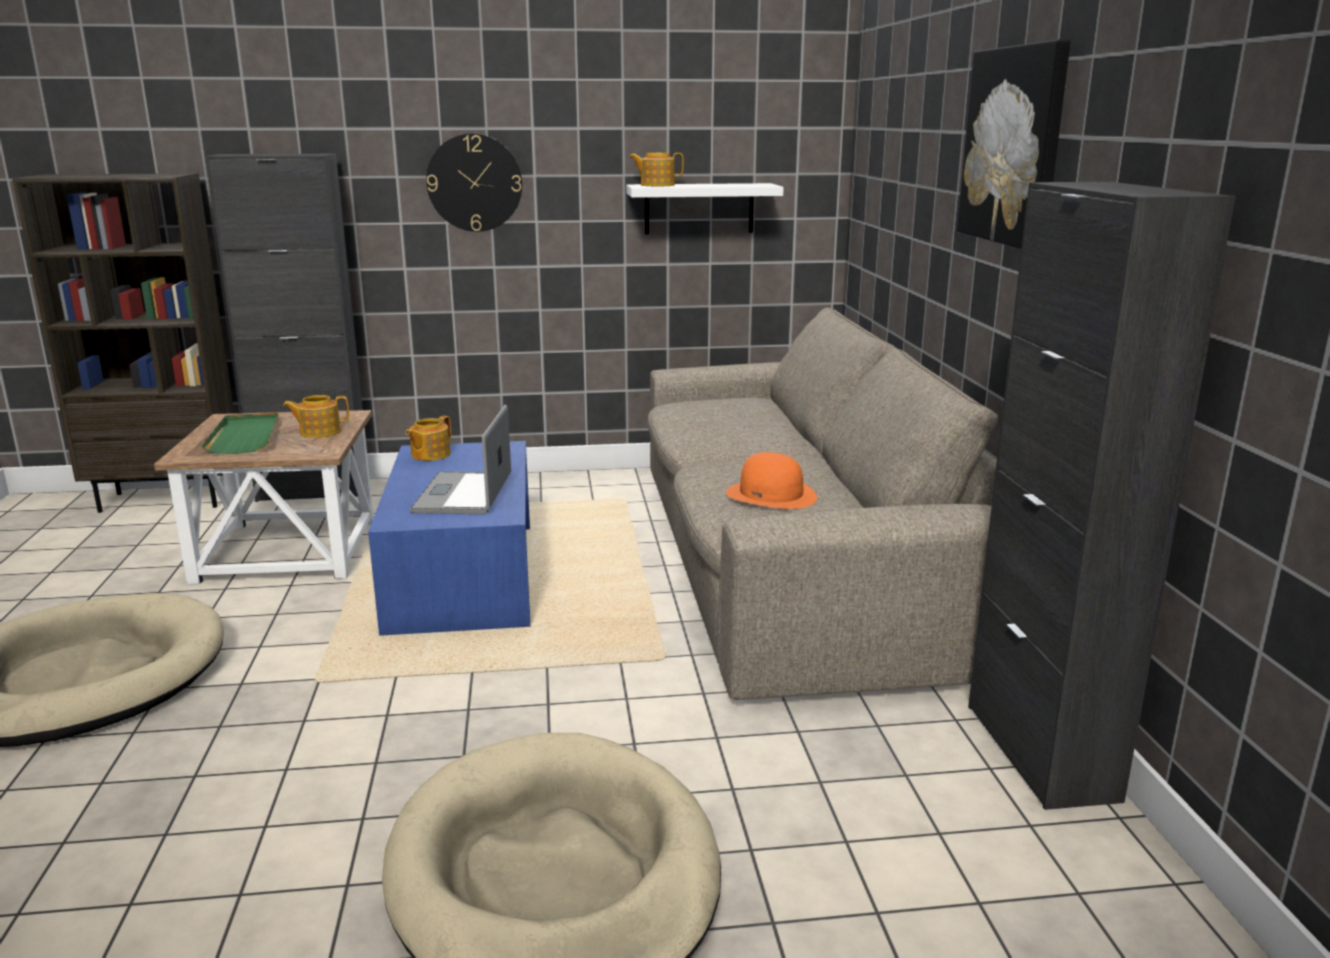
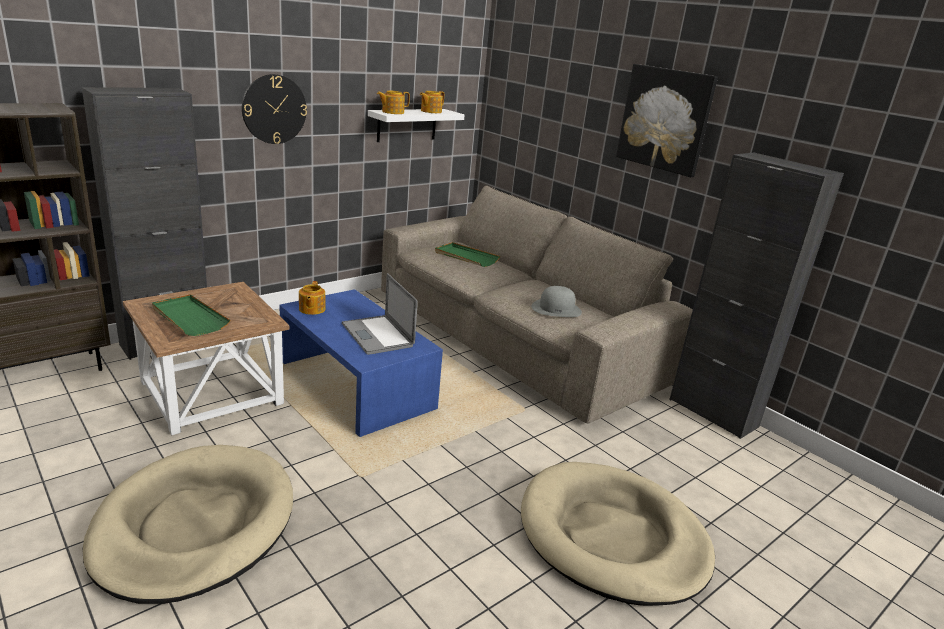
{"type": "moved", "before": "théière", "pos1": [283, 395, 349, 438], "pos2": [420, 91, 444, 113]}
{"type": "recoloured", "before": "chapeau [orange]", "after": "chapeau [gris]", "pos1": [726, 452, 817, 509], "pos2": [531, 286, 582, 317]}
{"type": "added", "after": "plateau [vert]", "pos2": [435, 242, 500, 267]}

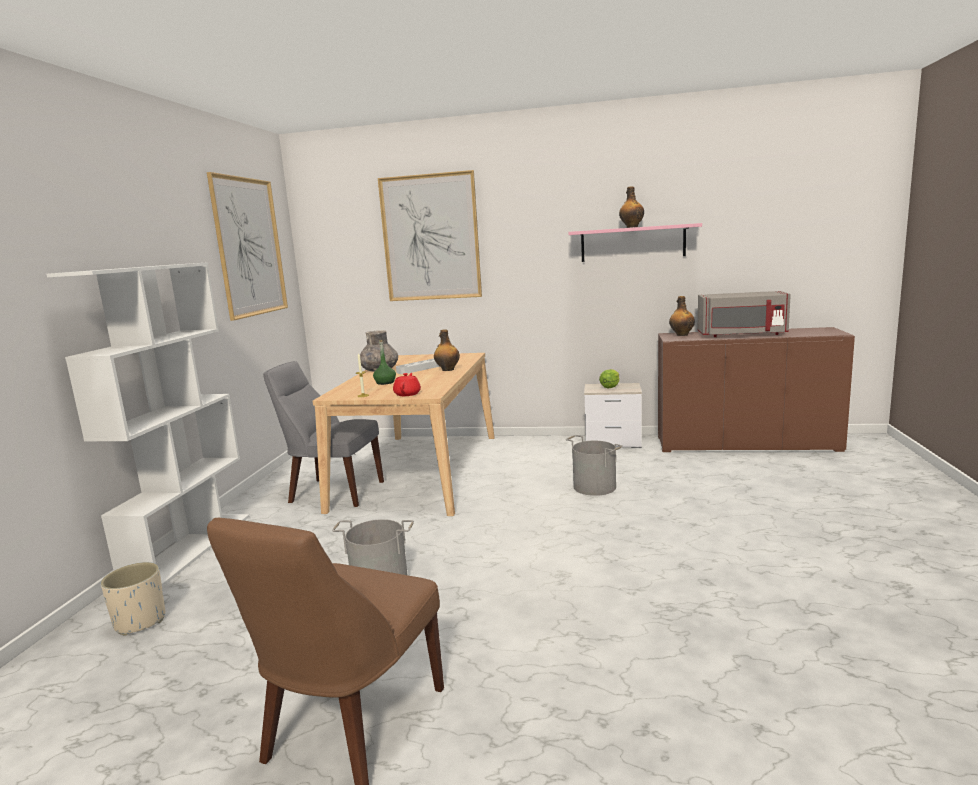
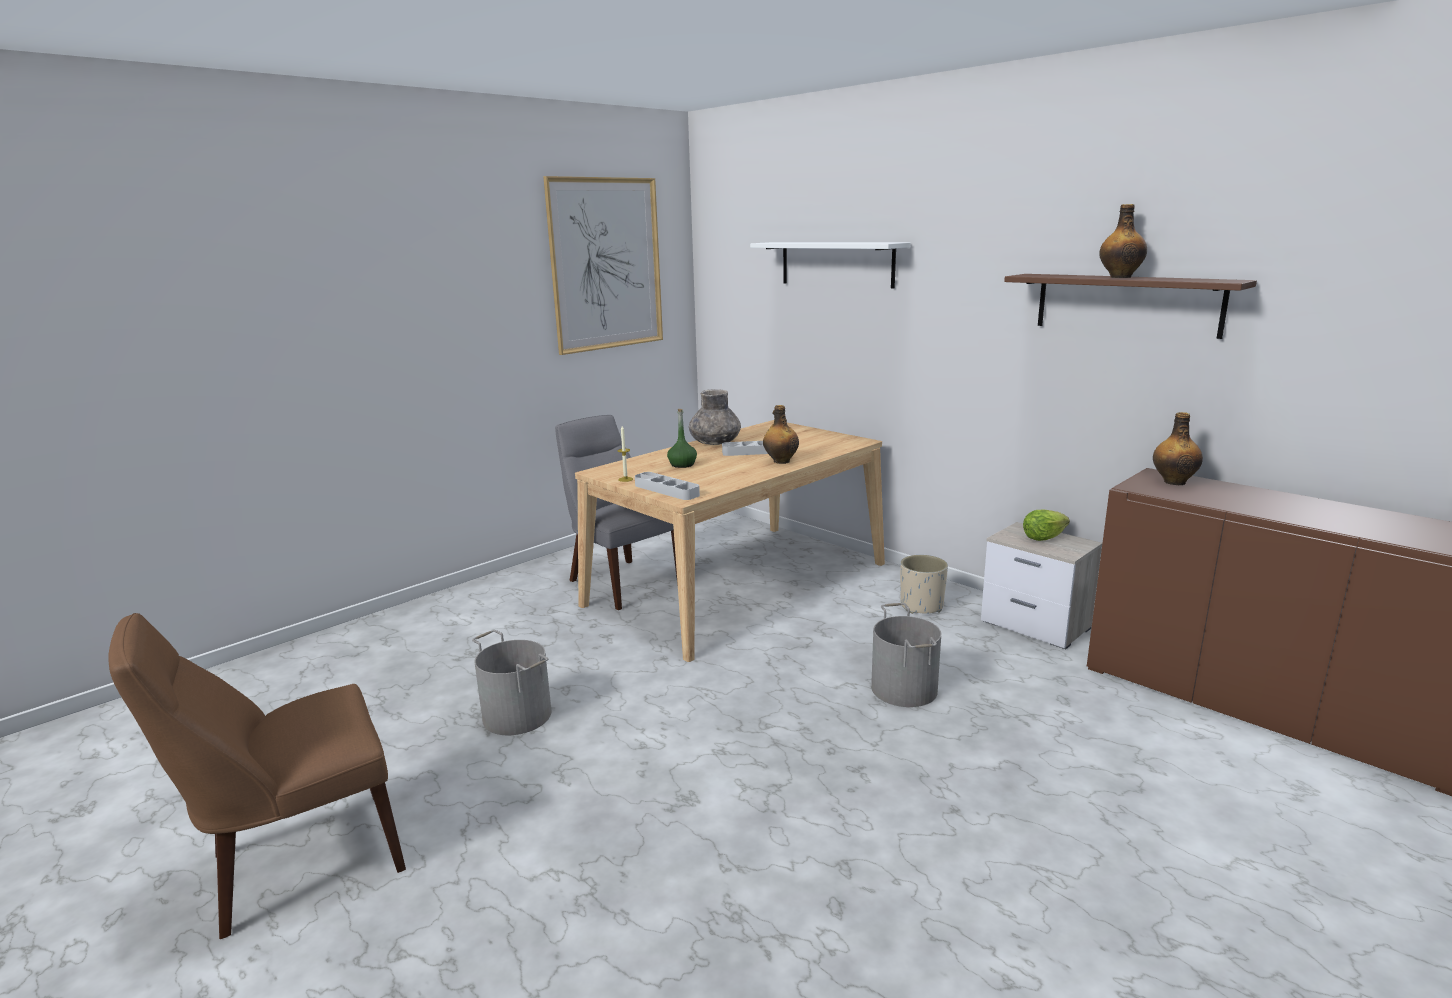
{"type": "removed", "before": "bibliothèque [blanc]", "pos1": [46, 262, 250, 587]}
{"type": "moved", "before": "cache-pot [beige]", "pos1": [101, 562, 165, 636], "pos2": [900, 555, 948, 614]}
{"type": "replaced", "before": "tableau", "after": "étagère [blanc]", "pos1": [378, 170, 482, 301], "pos2": [750, 242, 911, 288]}
{"type": "replaced", "before": "théière [rouge]", "after": "plateau [gris]", "pos1": [393, 373, 421, 396], "pos2": [635, 472, 700, 500]}
{"type": "recoloured", "before": "étagère [rose]", "after": "étagère [marron]", "pos1": [568, 223, 702, 262], "pos2": [1004, 274, 1257, 339]}
{"type": "removed", "before": "micro-ondes [gris]", "pos1": [698, 291, 791, 337]}

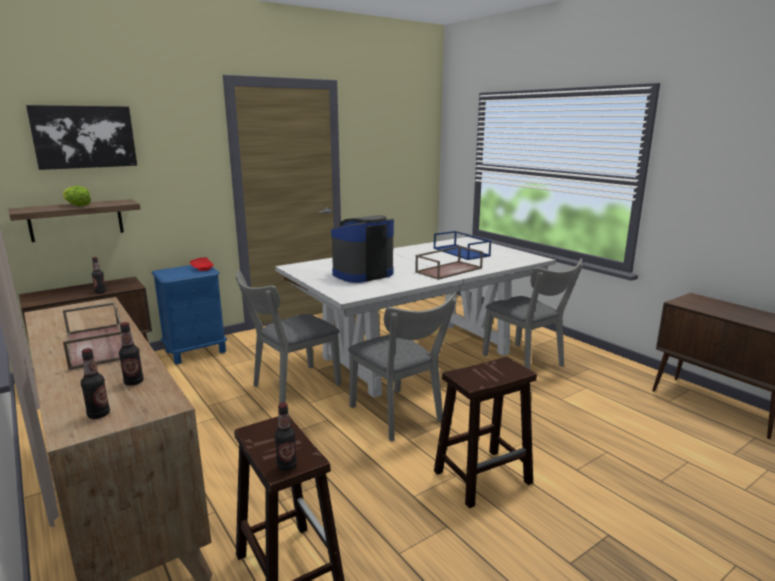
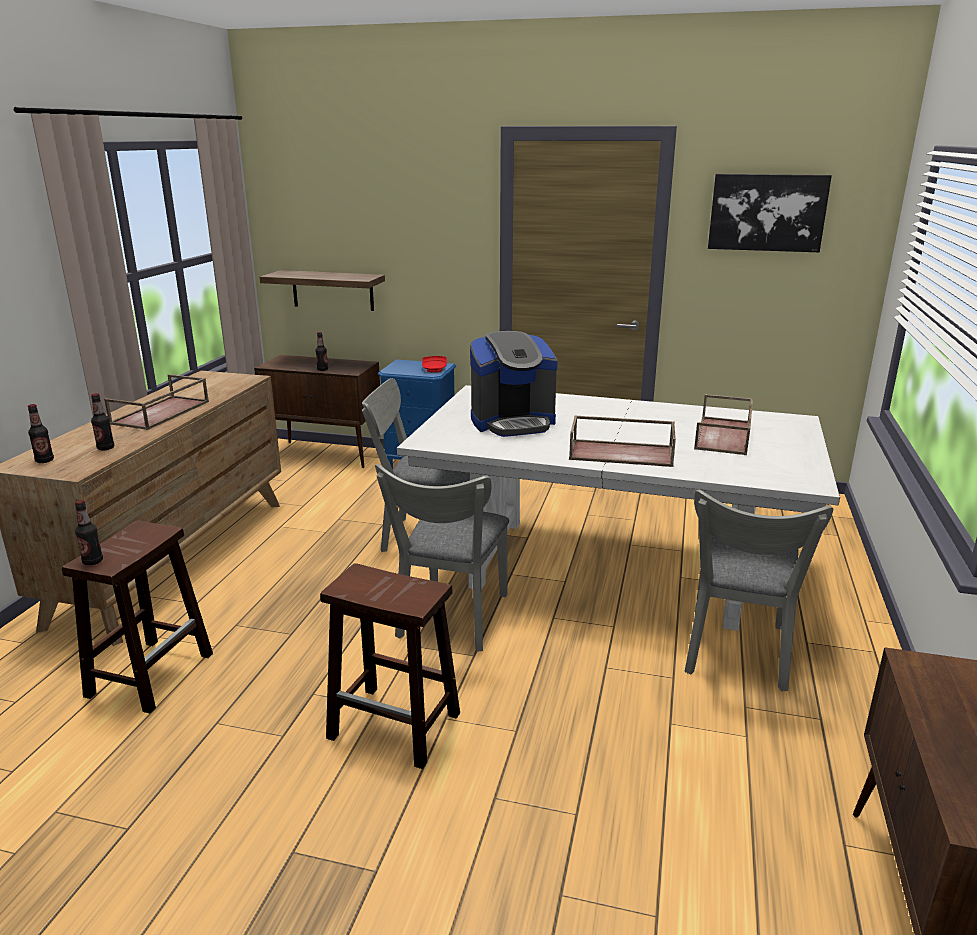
{"type": "moved", "before": "tableau", "pos1": [26, 105, 137, 170], "pos2": [708, 174, 832, 252]}
{"type": "removed", "before": "laitue", "pos1": [62, 186, 91, 206]}
{"type": "turned", "before": "machine à café", "pos1": [331, 215, 394, 283], "pos2": [470, 331, 558, 437], "turn": 150}
{"type": "recoloured", "before": "plateau [bleu]", "after": "plateau [marron]", "pos1": [433, 231, 492, 260], "pos2": [694, 394, 753, 455]}

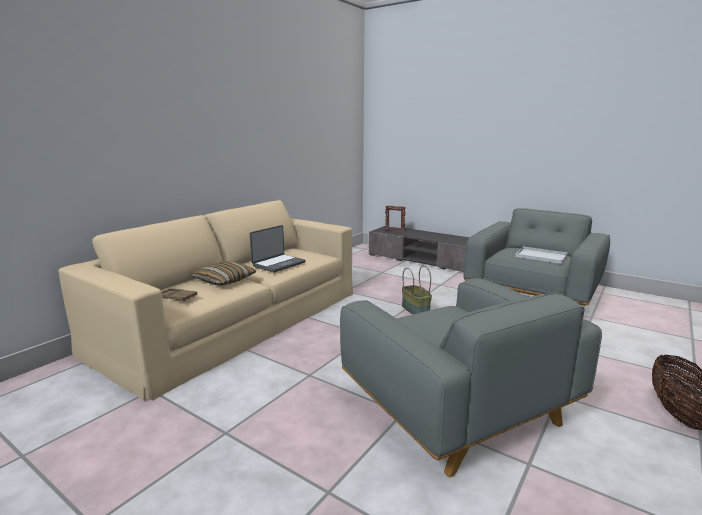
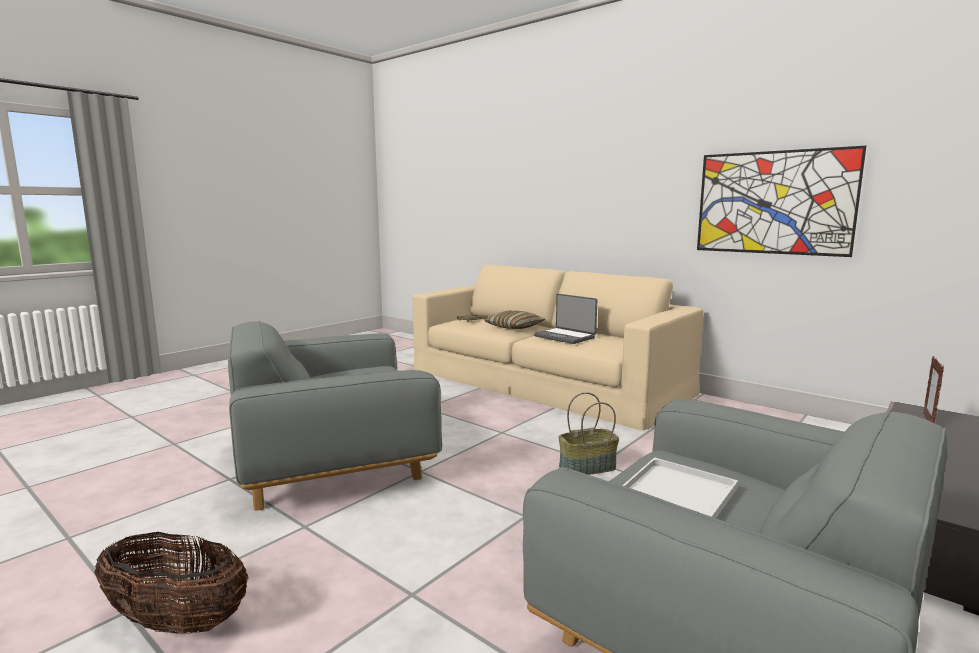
{"type": "added", "after": "tableau", "pos2": [697, 146, 866, 257]}

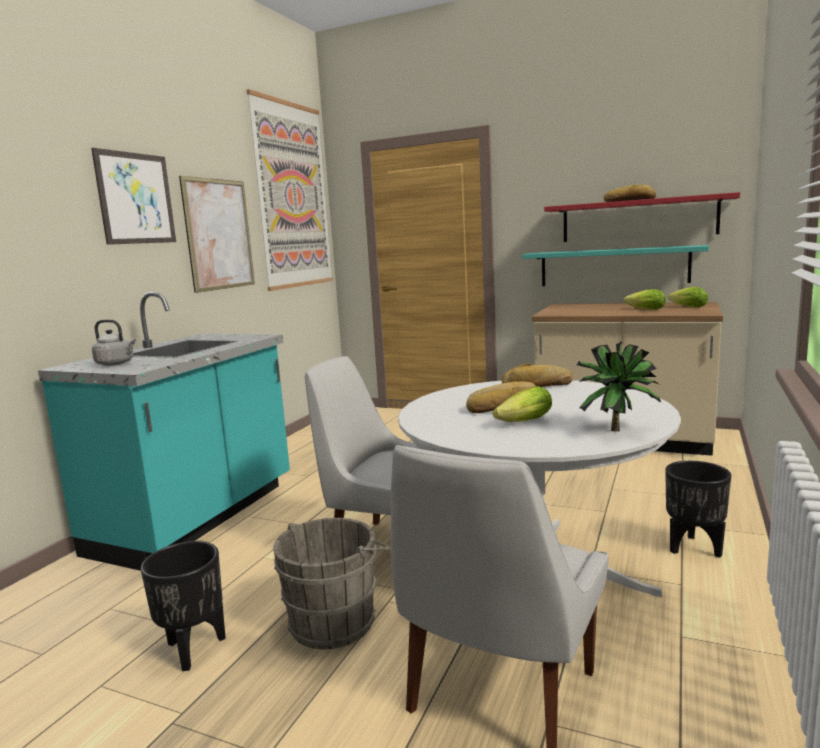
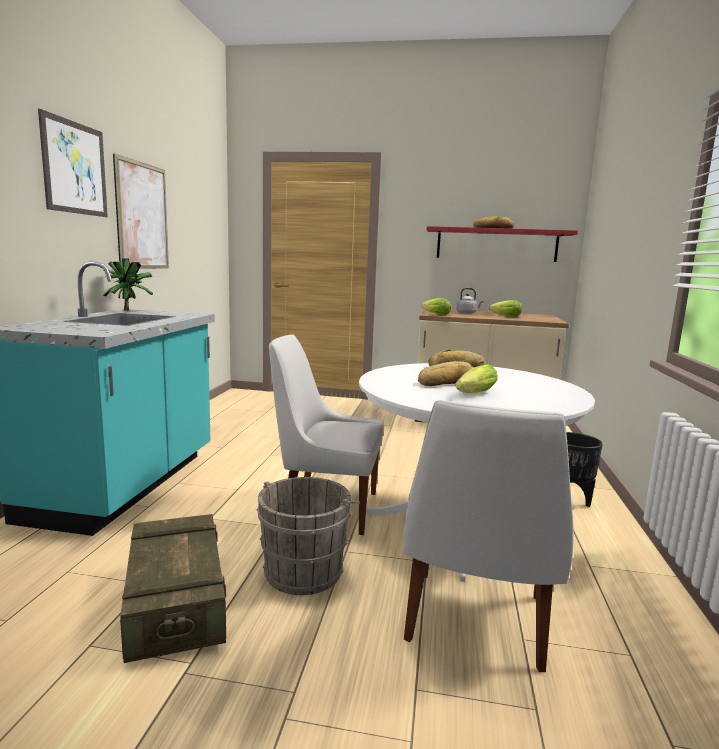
{"type": "moved", "before": "bouilloire [gris]", "pos1": [92, 320, 136, 366], "pos2": [456, 288, 484, 314]}
{"type": "replaced", "before": "cache-pot [noir]", "after": "caisse", "pos1": [141, 541, 226, 671], "pos2": [120, 514, 226, 663]}
{"type": "removed", "before": "tableau", "pos1": [247, 89, 333, 291]}
{"type": "removed", "before": "étagère [turquoise]", "pos1": [522, 245, 709, 286]}
{"type": "moved", "before": "plante en pot", "pos1": [577, 341, 661, 432], "pos2": [103, 258, 153, 311]}
{"type": "moved", "before": "laitue", "pos1": [668, 287, 708, 307], "pos2": [421, 298, 451, 315]}

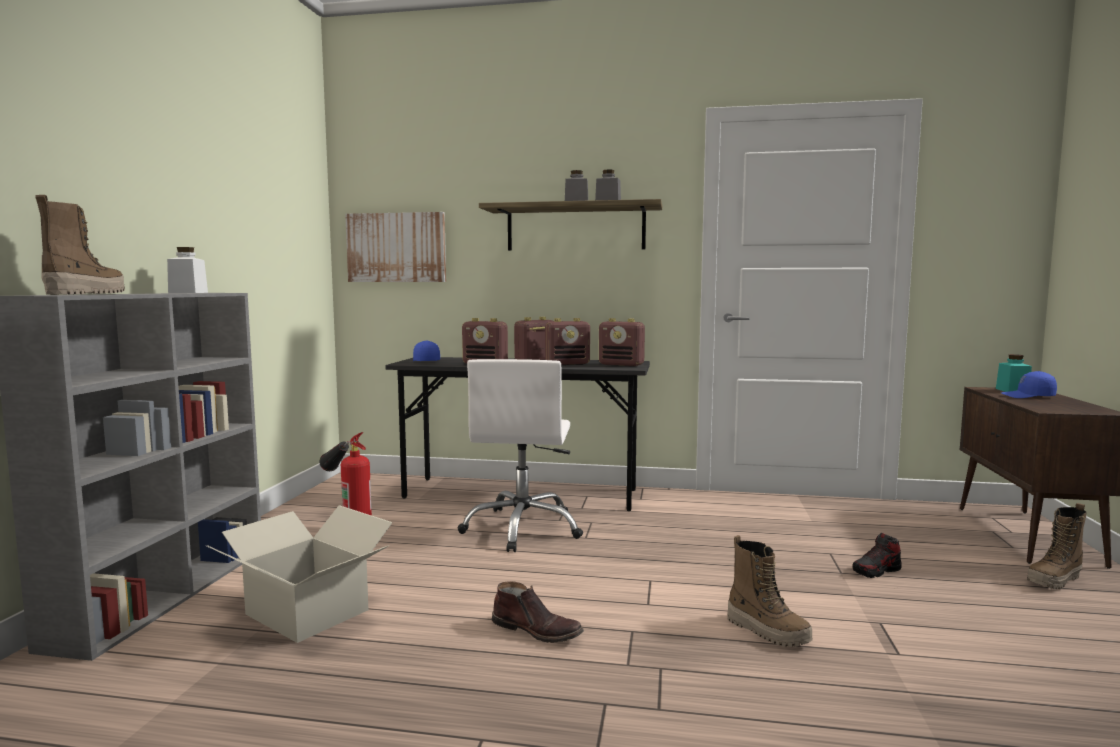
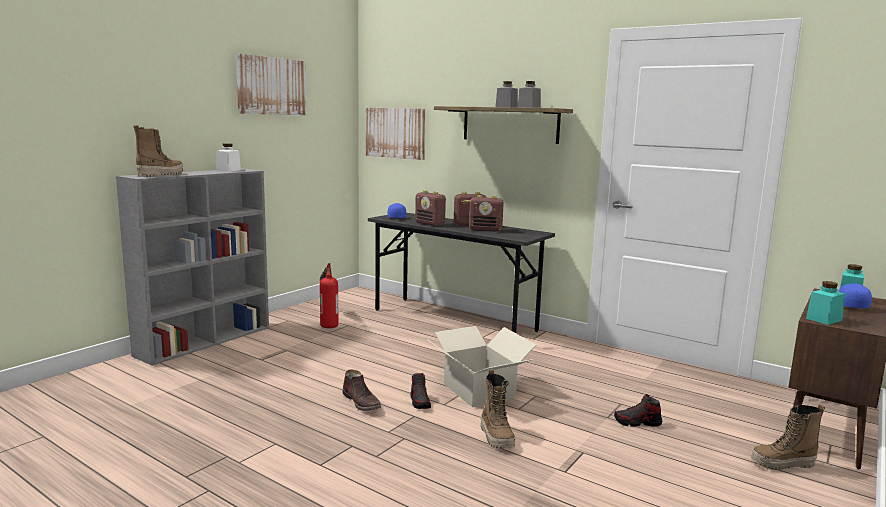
{"type": "moved", "before": "carton", "pos1": [207, 505, 393, 643], "pos2": [427, 326, 536, 407]}
{"type": "removed", "before": "chaise de bureau [blanc]", "pos1": [458, 359, 583, 552]}
{"type": "removed", "before": "radio", "pos1": [599, 318, 645, 367]}
{"type": "added", "after": "tableau", "pos2": [236, 54, 306, 115]}
{"type": "added", "after": "chaussure", "pos2": [410, 373, 431, 409]}
{"type": "added", "after": "bocal [turquoise]", "pos2": [806, 281, 845, 325]}

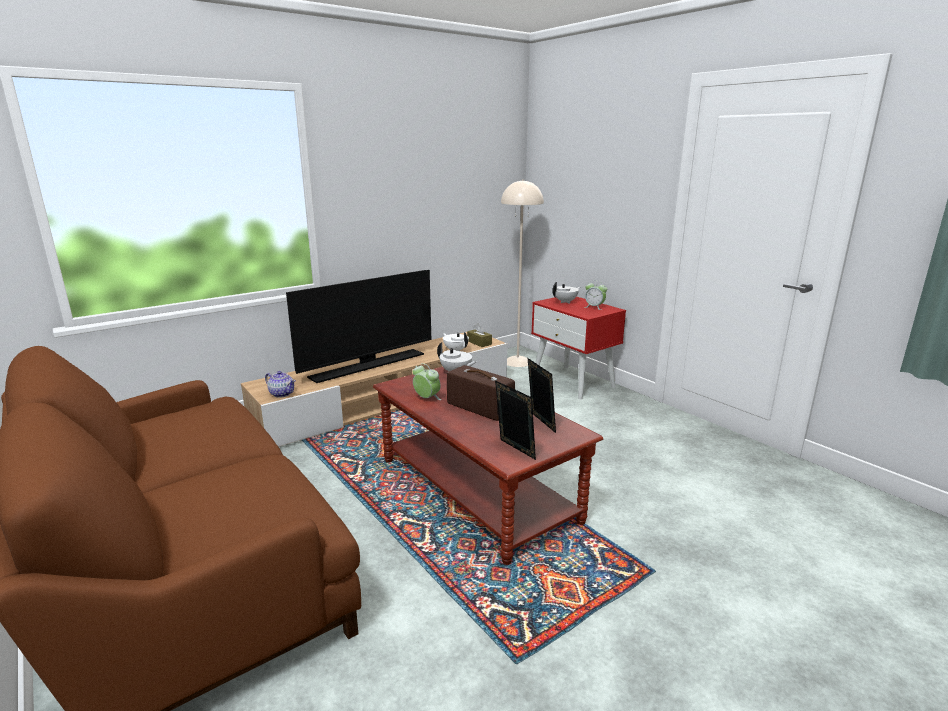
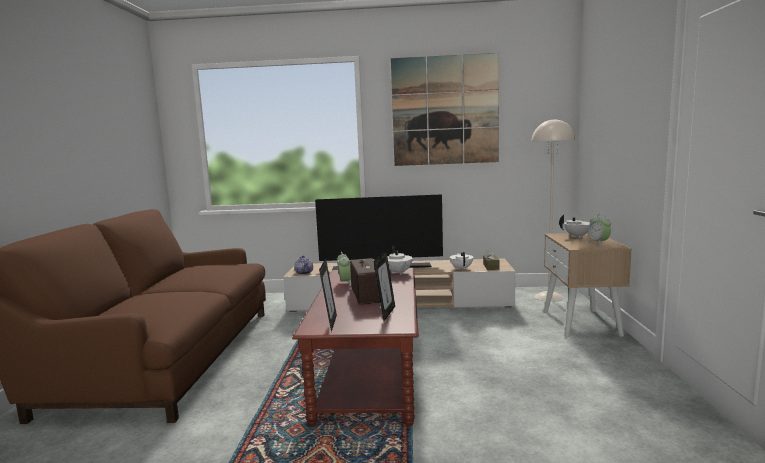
{"type": "recoloured", "before": "table de chevet [rouge]", "after": "table de chevet [beige]", "pos1": [531, 297, 626, 400], "pos2": [544, 232, 632, 338]}
{"type": "added", "after": "tableau", "pos2": [391, 53, 499, 166]}

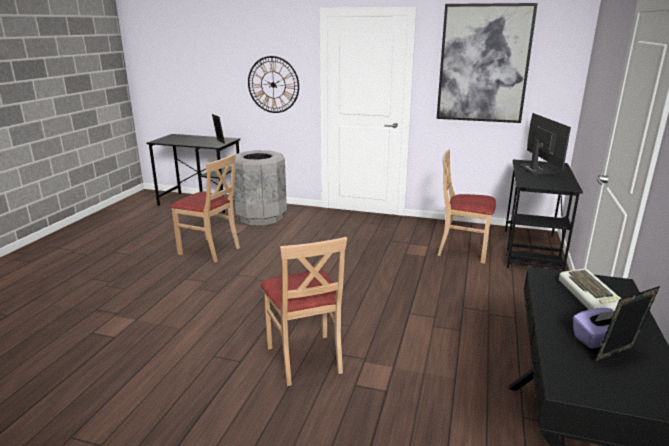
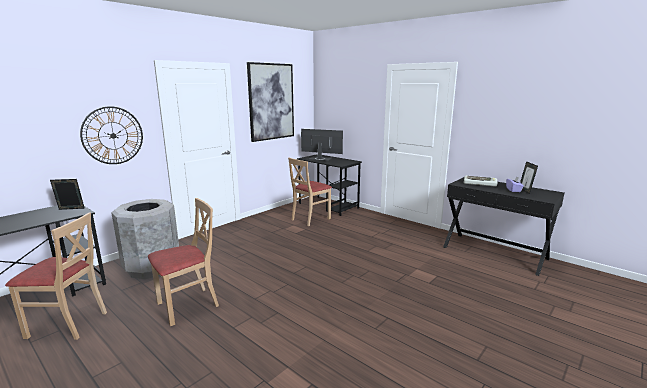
{"type": "moved", "before": "chaise [beige]", "pos1": [261, 237, 347, 386], "pos2": [5, 212, 107, 340]}

